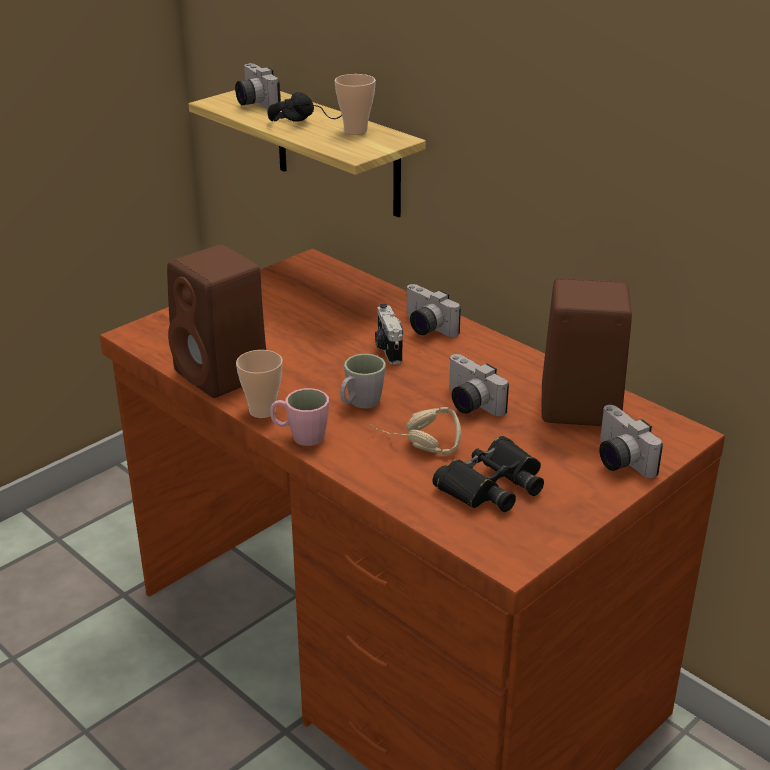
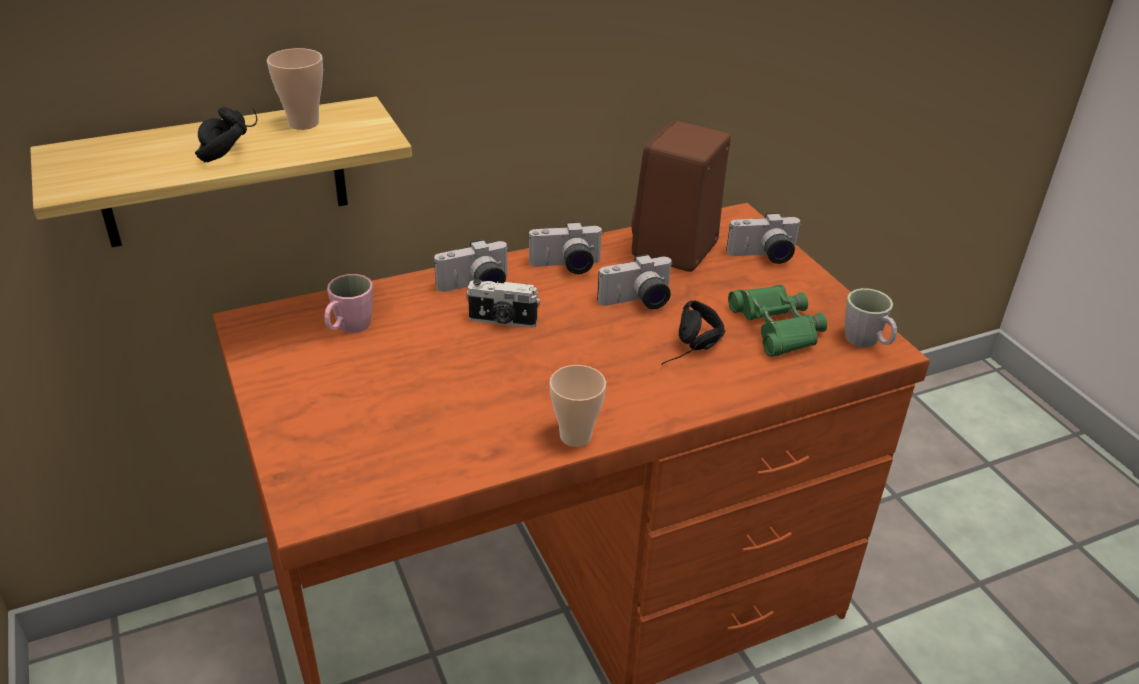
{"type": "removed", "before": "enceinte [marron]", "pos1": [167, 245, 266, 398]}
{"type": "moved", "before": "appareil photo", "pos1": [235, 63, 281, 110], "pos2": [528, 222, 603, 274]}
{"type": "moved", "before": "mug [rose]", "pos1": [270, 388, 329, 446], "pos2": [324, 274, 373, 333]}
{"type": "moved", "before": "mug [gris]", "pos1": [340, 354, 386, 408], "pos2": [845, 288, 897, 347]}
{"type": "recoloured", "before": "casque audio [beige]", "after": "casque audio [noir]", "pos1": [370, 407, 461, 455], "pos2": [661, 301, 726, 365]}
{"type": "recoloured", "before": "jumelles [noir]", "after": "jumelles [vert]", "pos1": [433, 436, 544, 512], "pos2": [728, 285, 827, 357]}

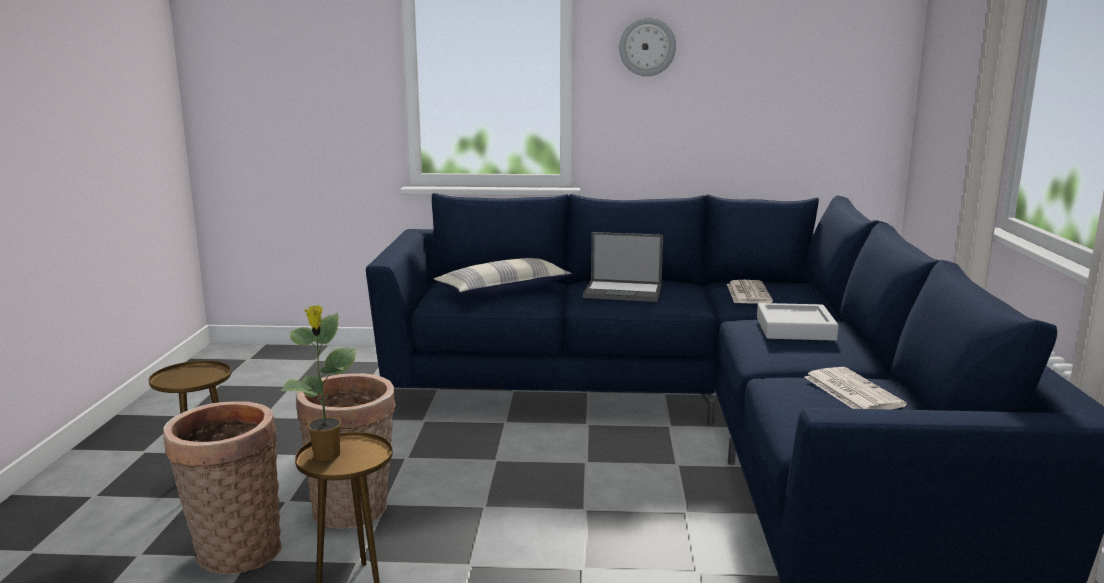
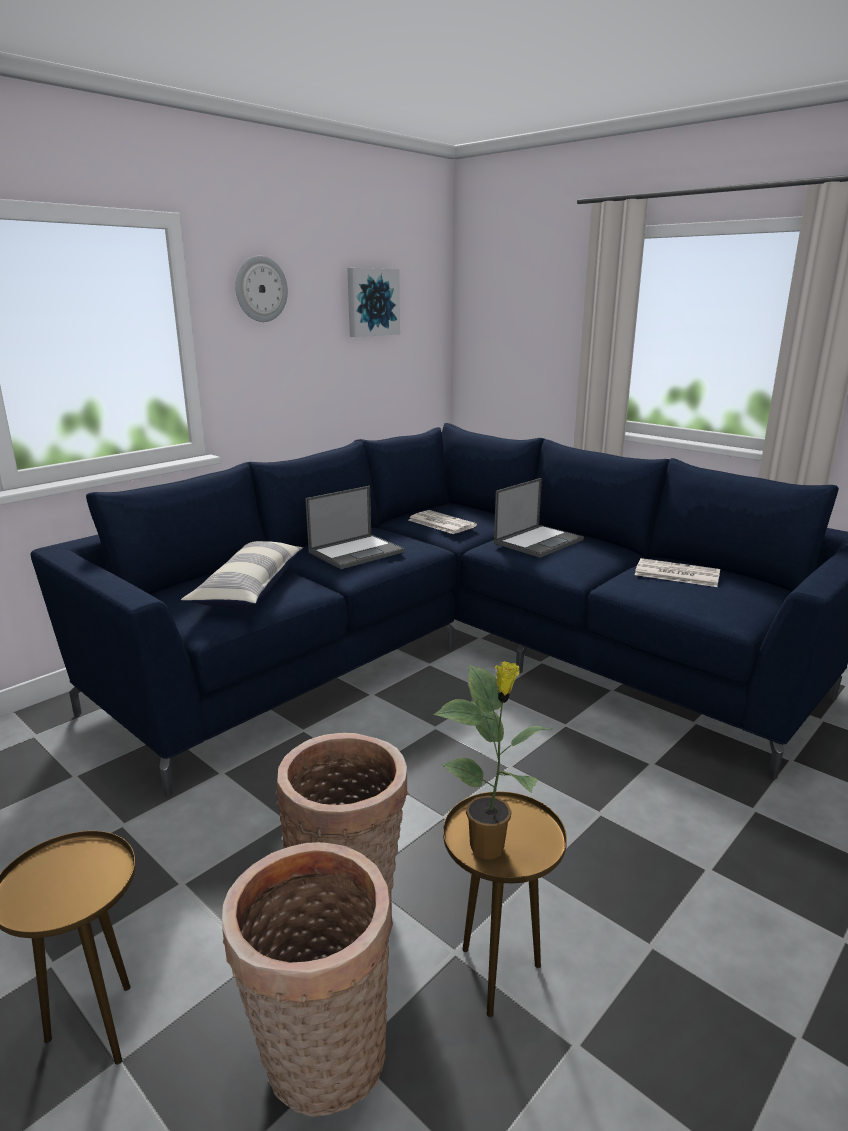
{"type": "replaced", "before": "plateau [gris]", "after": "ordinateur portable", "pos1": [757, 303, 839, 341], "pos2": [494, 478, 584, 558]}
{"type": "added", "after": "tableau", "pos2": [347, 268, 400, 337]}

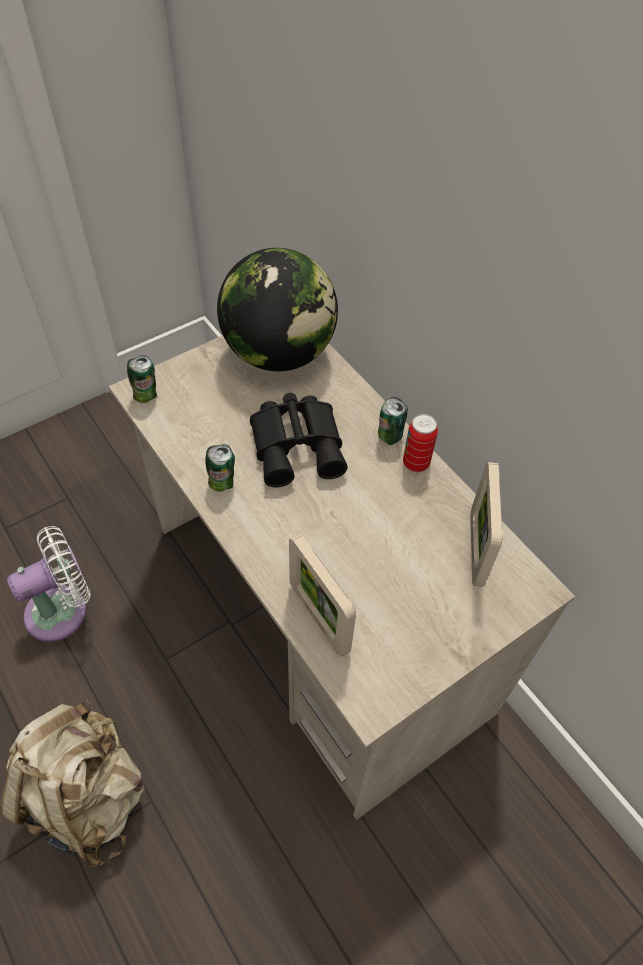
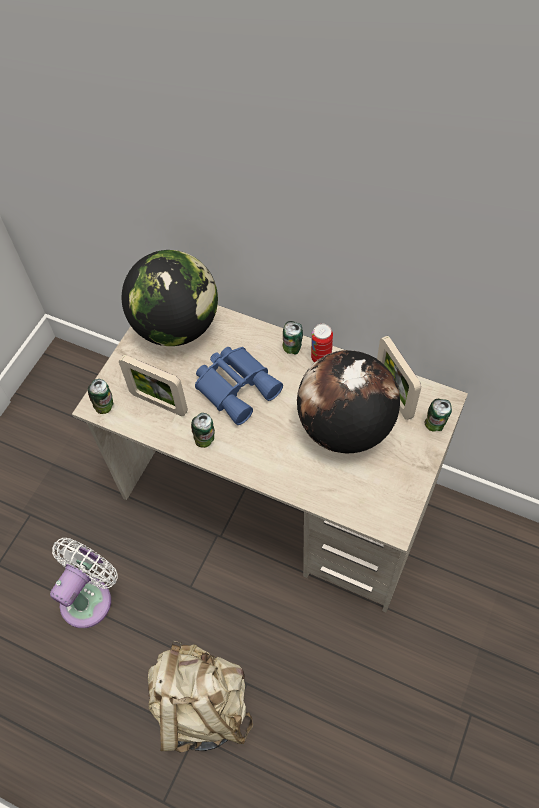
{"type": "recoloured", "before": "jumelles [noir]", "after": "jumelles [bleu]", "pos1": [250, 393, 348, 487], "pos2": [195, 347, 283, 425]}
{"type": "moved", "before": "cadre photo", "pos1": [289, 534, 356, 657], "pos2": [119, 355, 188, 416]}
{"type": "added", "after": "globe", "pos2": [297, 350, 400, 453]}
{"type": "added", "after": "boîte métallique", "pos2": [425, 399, 452, 432]}

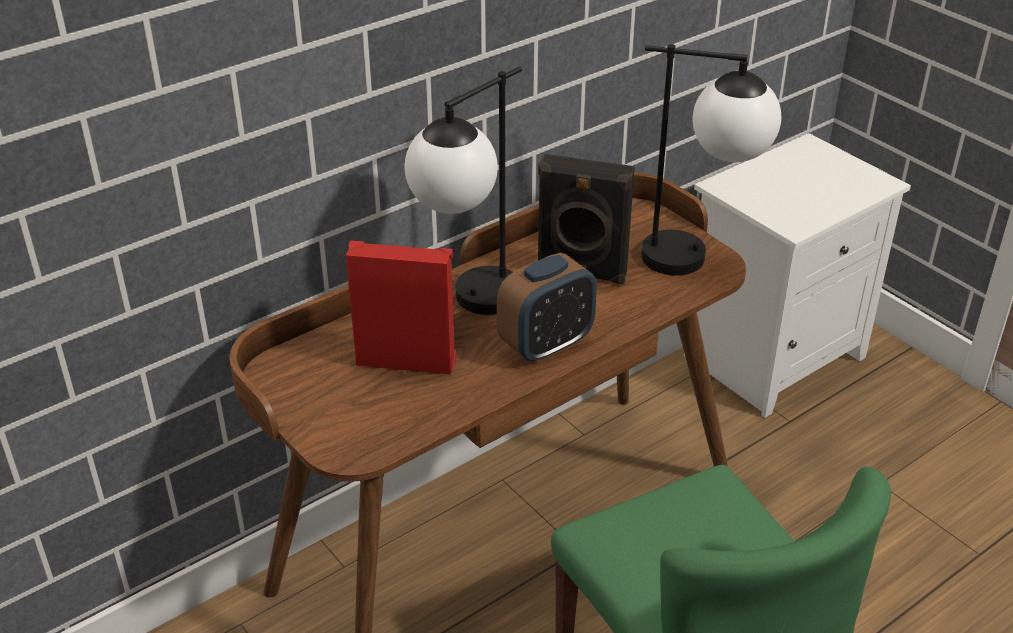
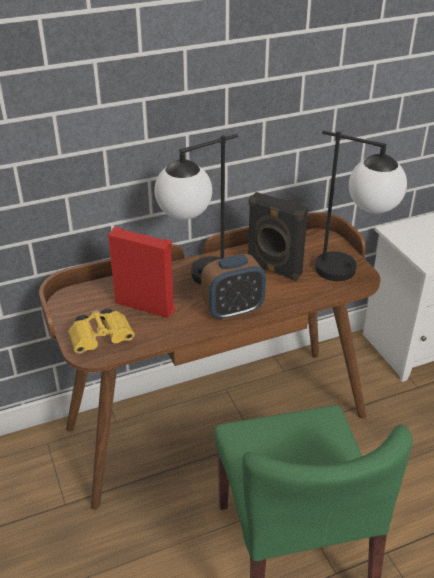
{"type": "added", "after": "jumelles [jaune]", "pos2": [68, 309, 135, 354]}

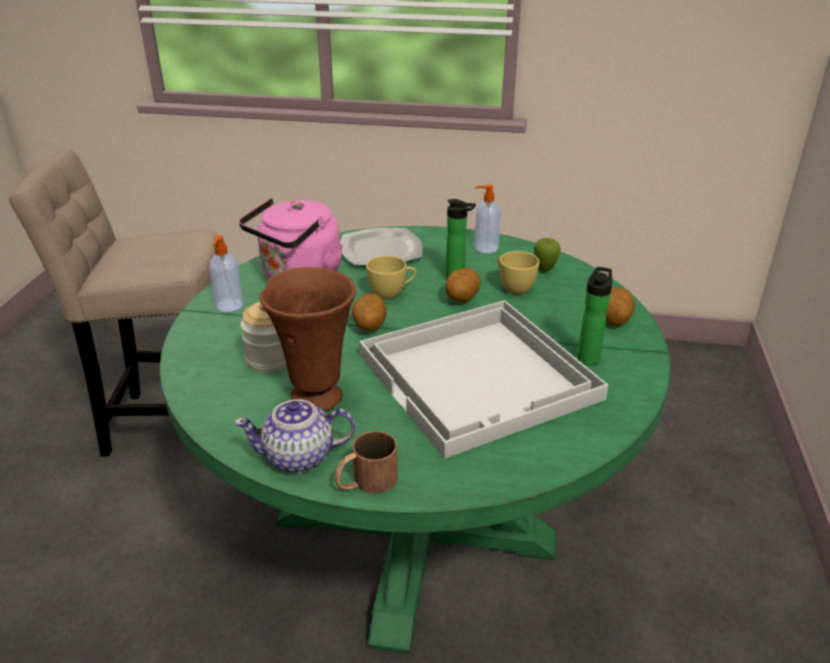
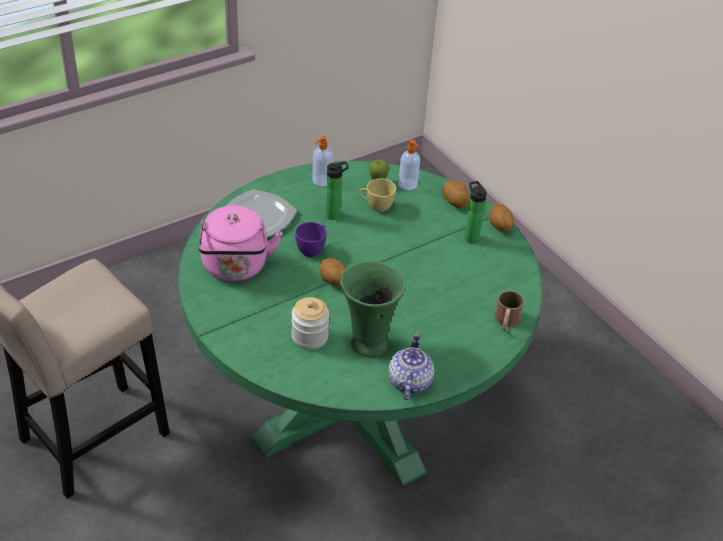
{"type": "moved", "before": "distributeur de savon", "pos1": [209, 235, 243, 312], "pos2": [398, 140, 420, 190]}
{"type": "turned", "before": "théière", "pos1": [234, 399, 355, 473], "pos2": [388, 333, 434, 400], "turn": 150}
{"type": "recoloured", "before": "vase [marron]", "after": "vase [vert]", "pos1": [259, 267, 356, 411], "pos2": [340, 261, 406, 357]}
{"type": "moved", "before": "mug [marron]", "pos1": [335, 431, 398, 494], "pos2": [495, 291, 524, 331]}
{"type": "removed", "before": "plateau [blanc]", "pos1": [359, 300, 609, 459]}
{"type": "recoloured", "before": "tasse [jaune]", "after": "tasse [violet]", "pos1": [366, 255, 416, 299], "pos2": [295, 222, 326, 257]}
{"type": "moved", "before": "pomme de terre", "pos1": [446, 268, 480, 303], "pos2": [489, 204, 514, 231]}

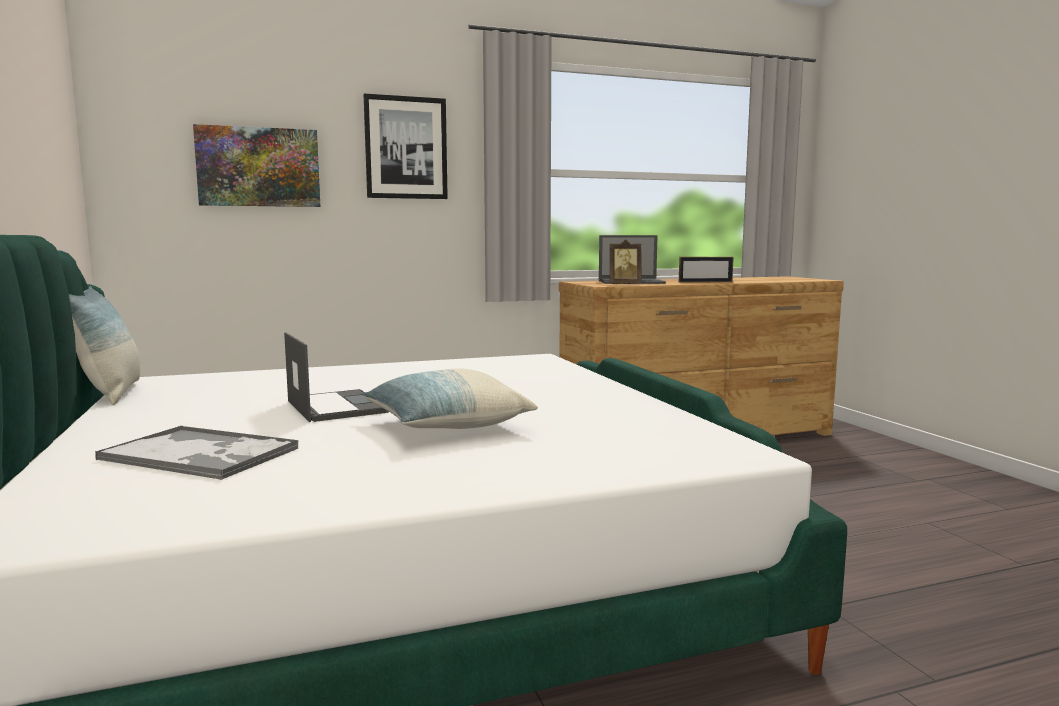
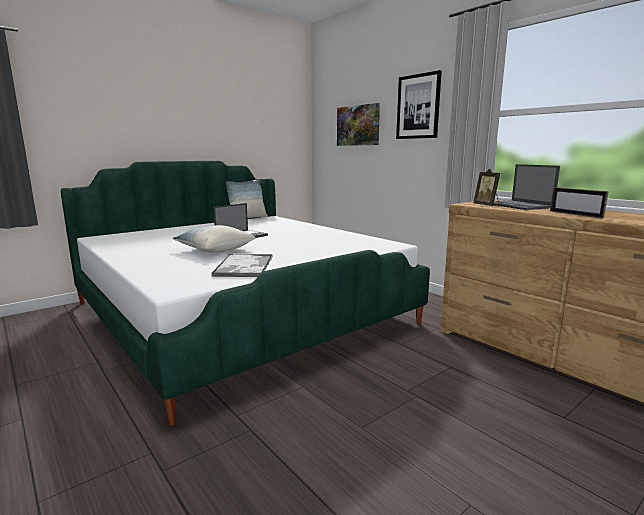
{"type": "moved", "before": "plateau", "pos1": [95, 425, 299, 480], "pos2": [211, 254, 273, 277]}

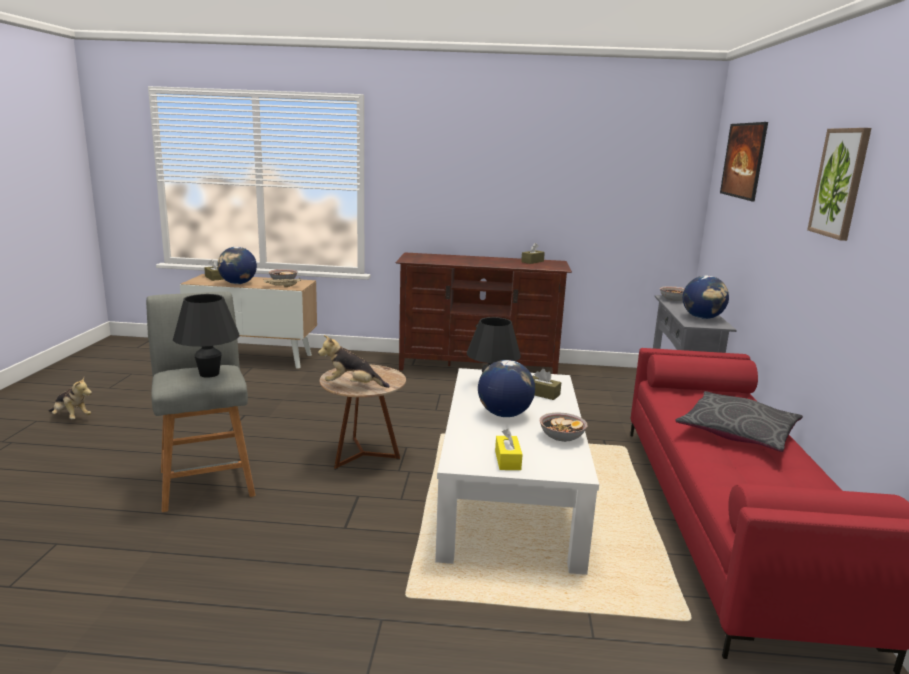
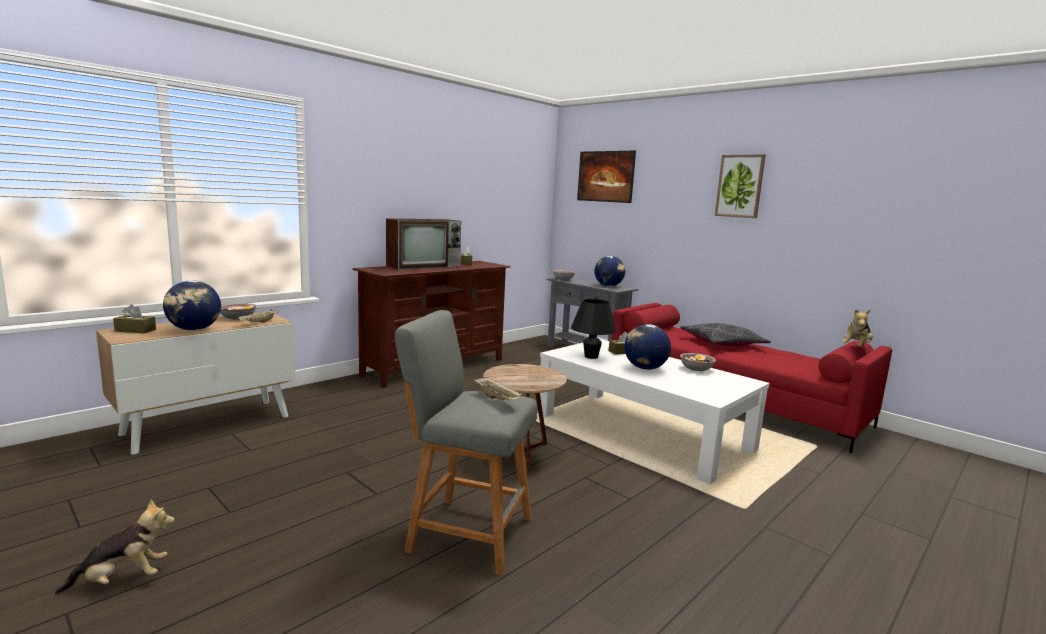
{"type": "replaced", "before": "lampe de table [noir]", "after": "plateau [beige]", "pos1": [173, 294, 239, 378], "pos2": [474, 377, 523, 400]}
{"type": "moved", "before": "peluche", "pos1": [318, 335, 390, 388], "pos2": [842, 309, 873, 347]}
{"type": "removed", "before": "boîte à mouchoirs [jaune]", "pos1": [495, 429, 523, 470]}
{"type": "added", "after": "téléviseur", "pos2": [386, 218, 461, 270]}

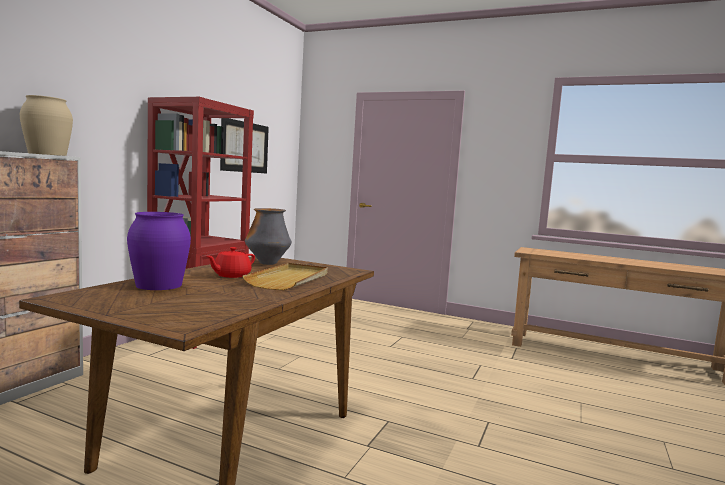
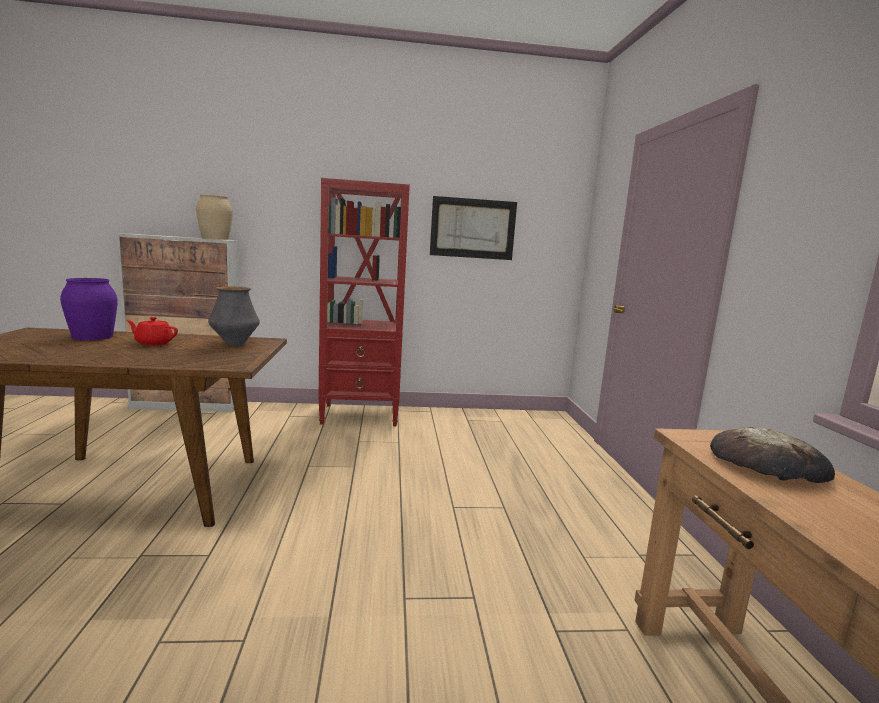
{"type": "removed", "before": "plateau [beige]", "pos1": [242, 263, 328, 290]}
{"type": "added", "after": "pain", "pos2": [710, 427, 835, 483]}

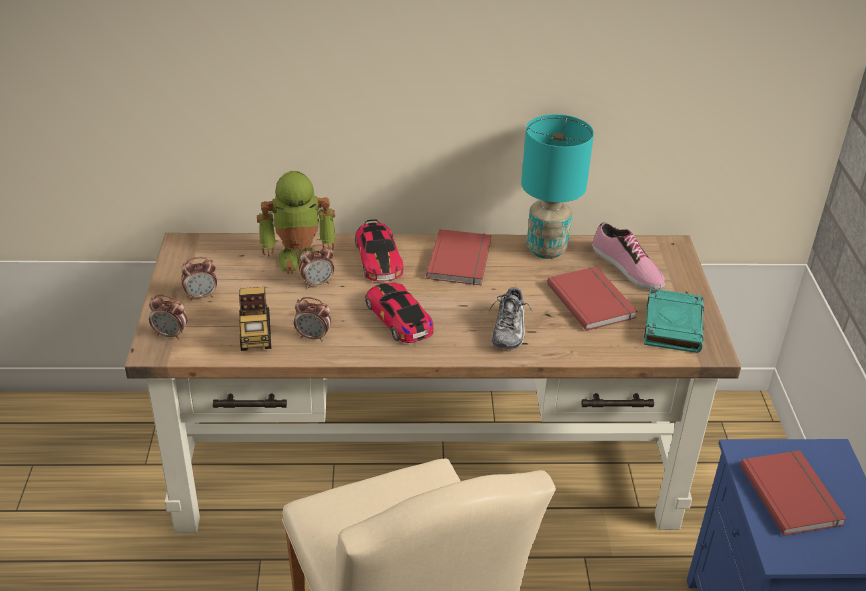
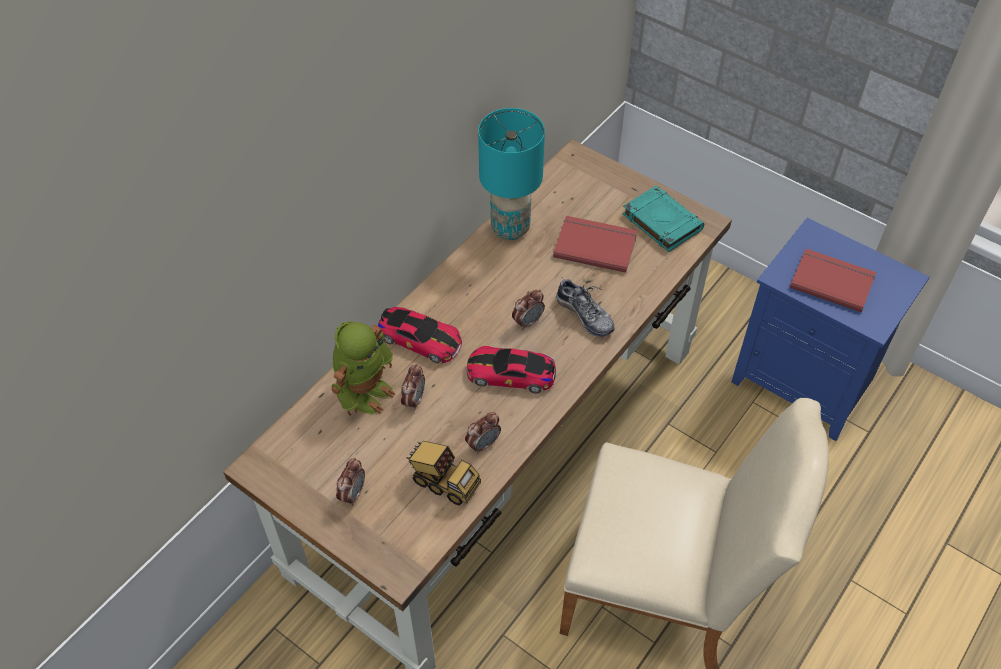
{"type": "moved", "before": "réveil", "pos1": [149, 295, 187, 339], "pos2": [512, 290, 545, 330]}
{"type": "removed", "before": "livre [rouge]", "pos1": [426, 229, 491, 285]}
{"type": "removed", "before": "chaussure", "pos1": [592, 223, 665, 290]}

